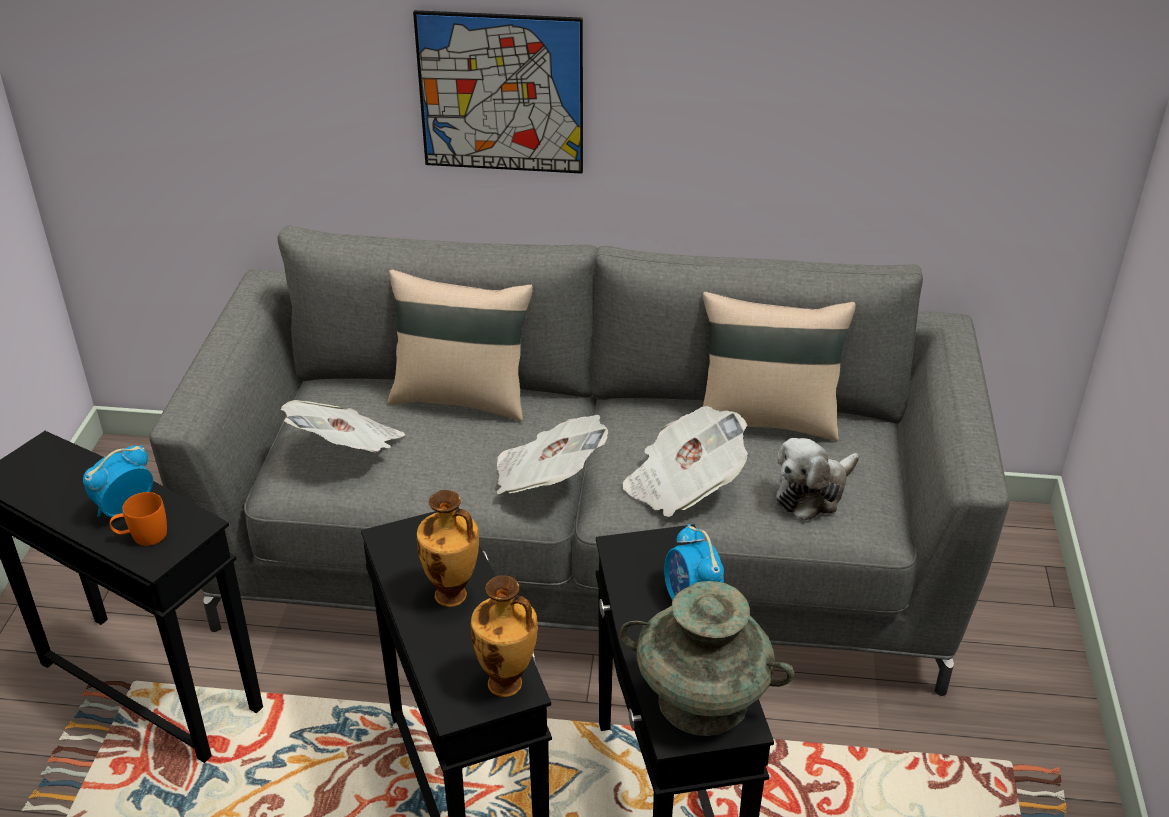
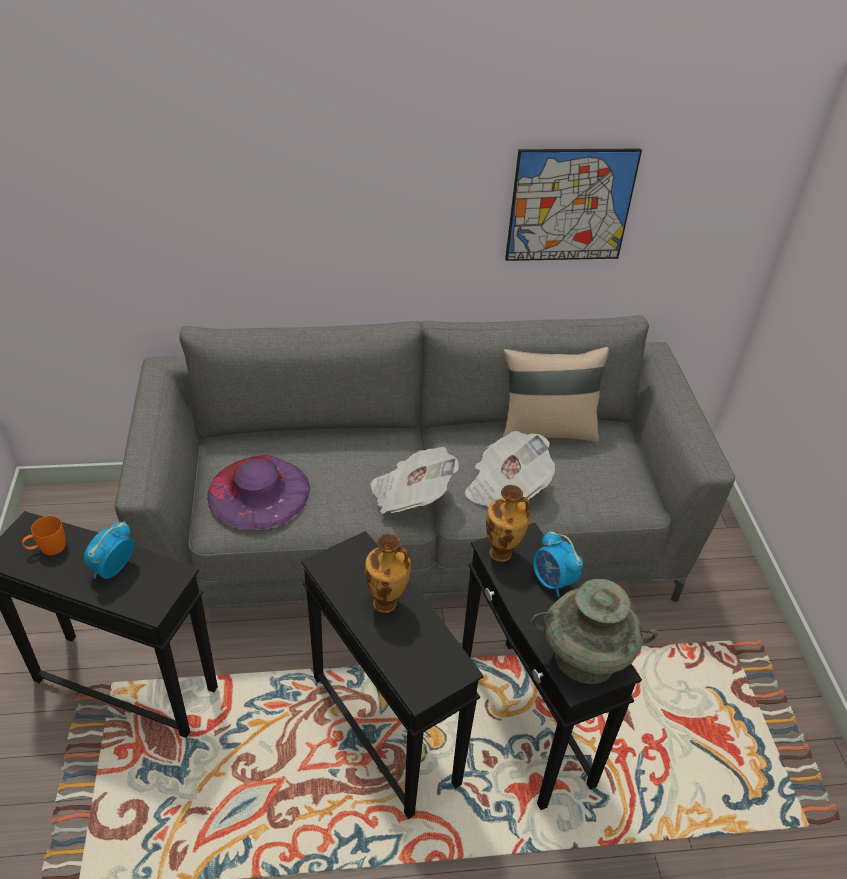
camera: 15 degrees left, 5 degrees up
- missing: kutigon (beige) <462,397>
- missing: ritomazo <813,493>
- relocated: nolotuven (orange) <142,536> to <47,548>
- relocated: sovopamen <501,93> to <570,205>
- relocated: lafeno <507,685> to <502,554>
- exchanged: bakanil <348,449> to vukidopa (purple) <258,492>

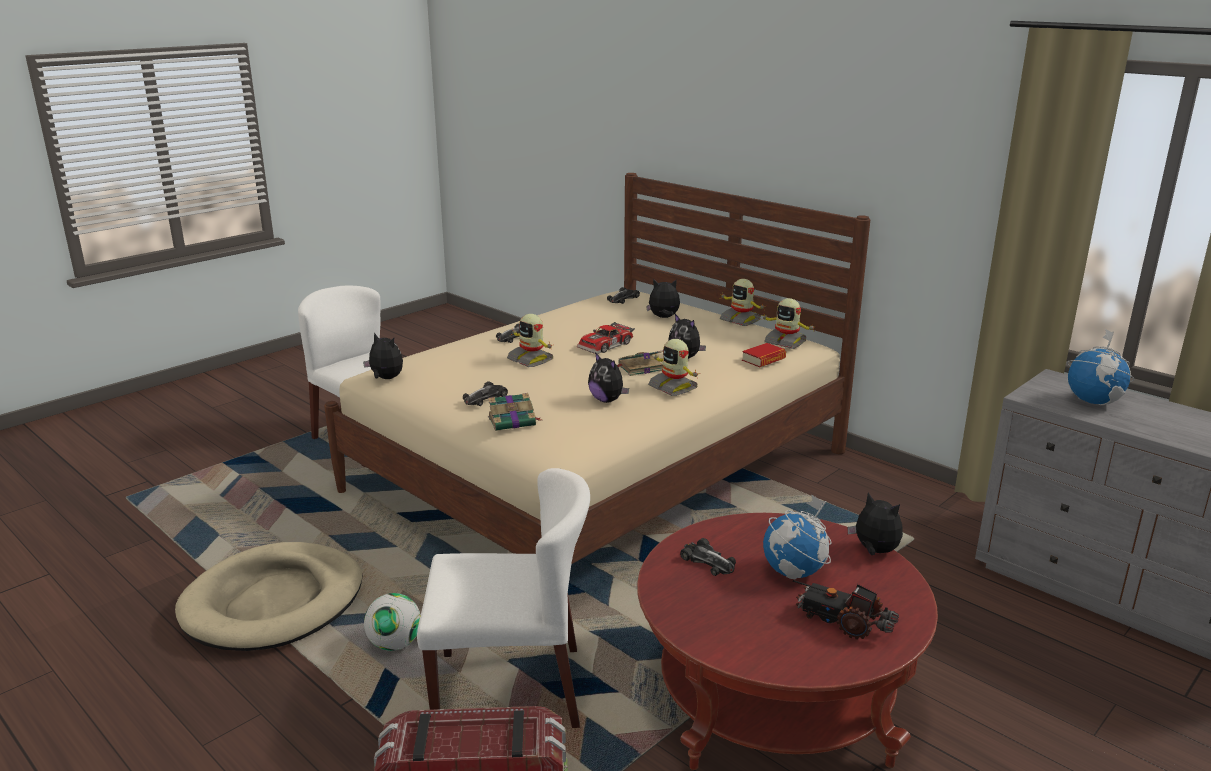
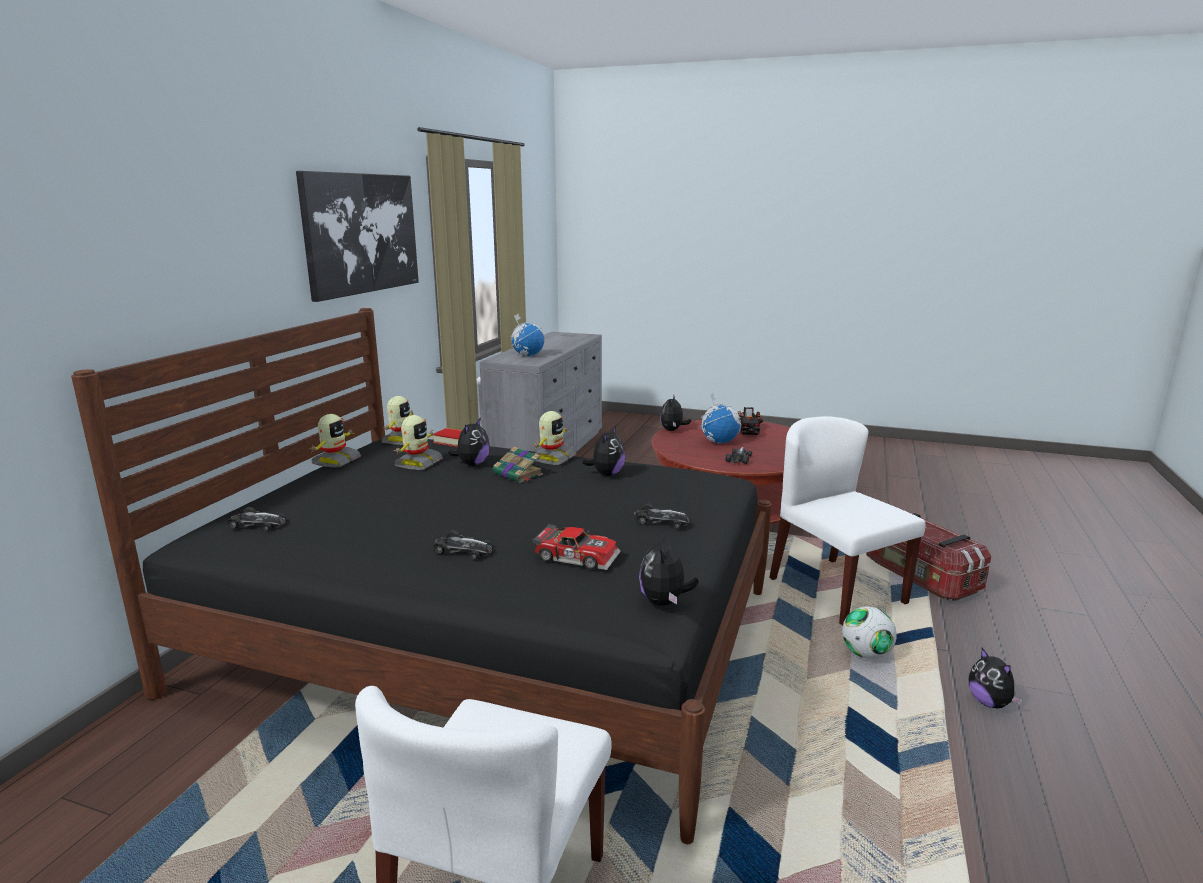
camera: 115 degrees left, 5 degrees down
- missing: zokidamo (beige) <274,602>
- missing: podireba <513,421>
- appeared: sovopamen <361,233>
- relocated: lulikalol <531,359> to <417,463>
- relocated: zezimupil <607,346> to <577,556>
- relocated: ritomazo <664,318> to <989,703>
- colour: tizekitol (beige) <599,471> to tizekitol (black) <491,638>

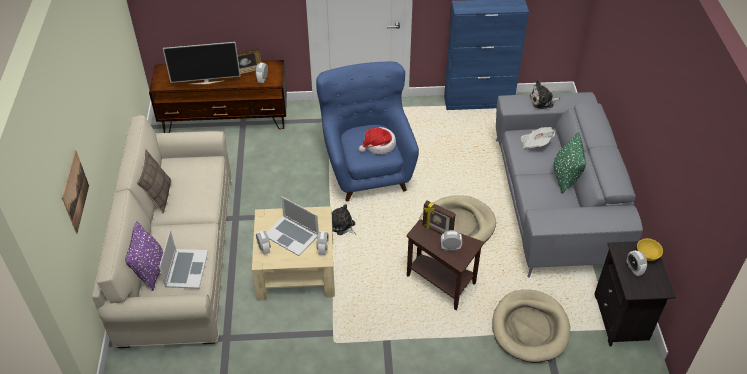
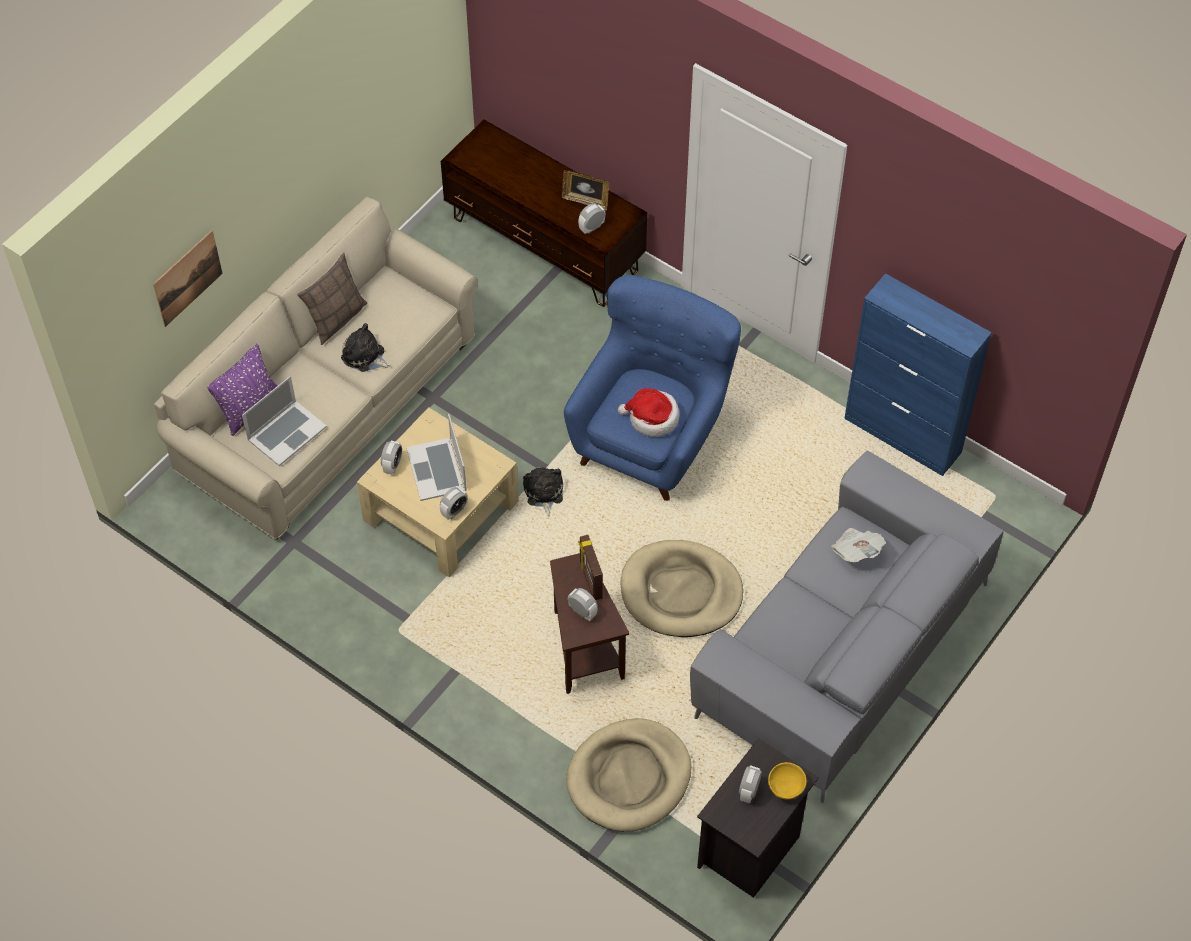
camera: 40 degrees right, 10 degrees up
- missing: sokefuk <206,82>
- missing: kutigon (green) <565,177>
- relocated: ritomazo <543,101> to <365,356>

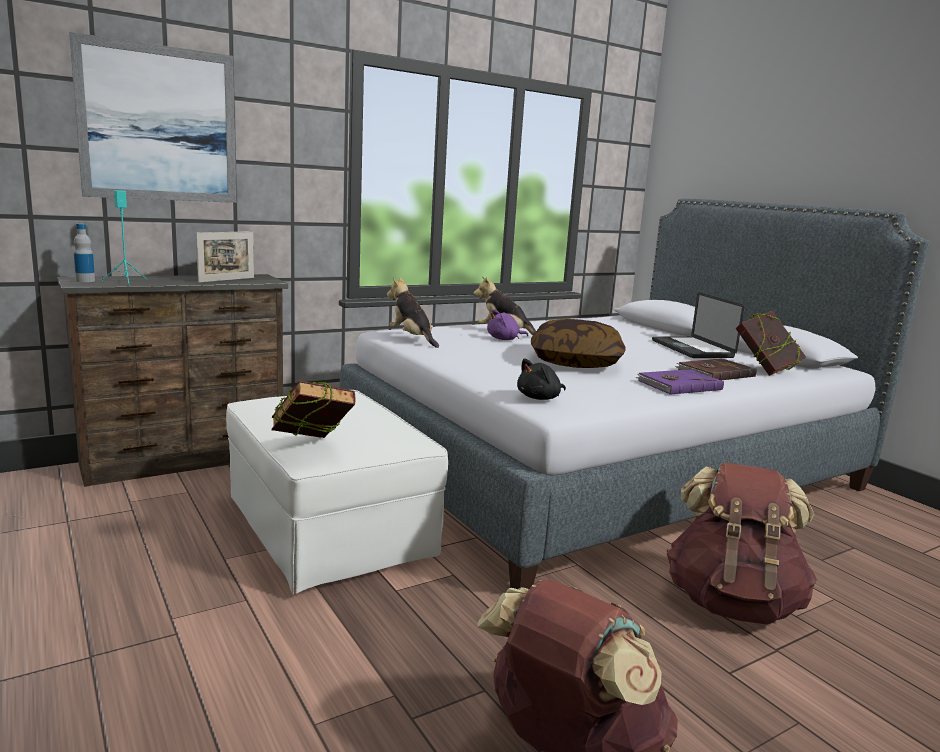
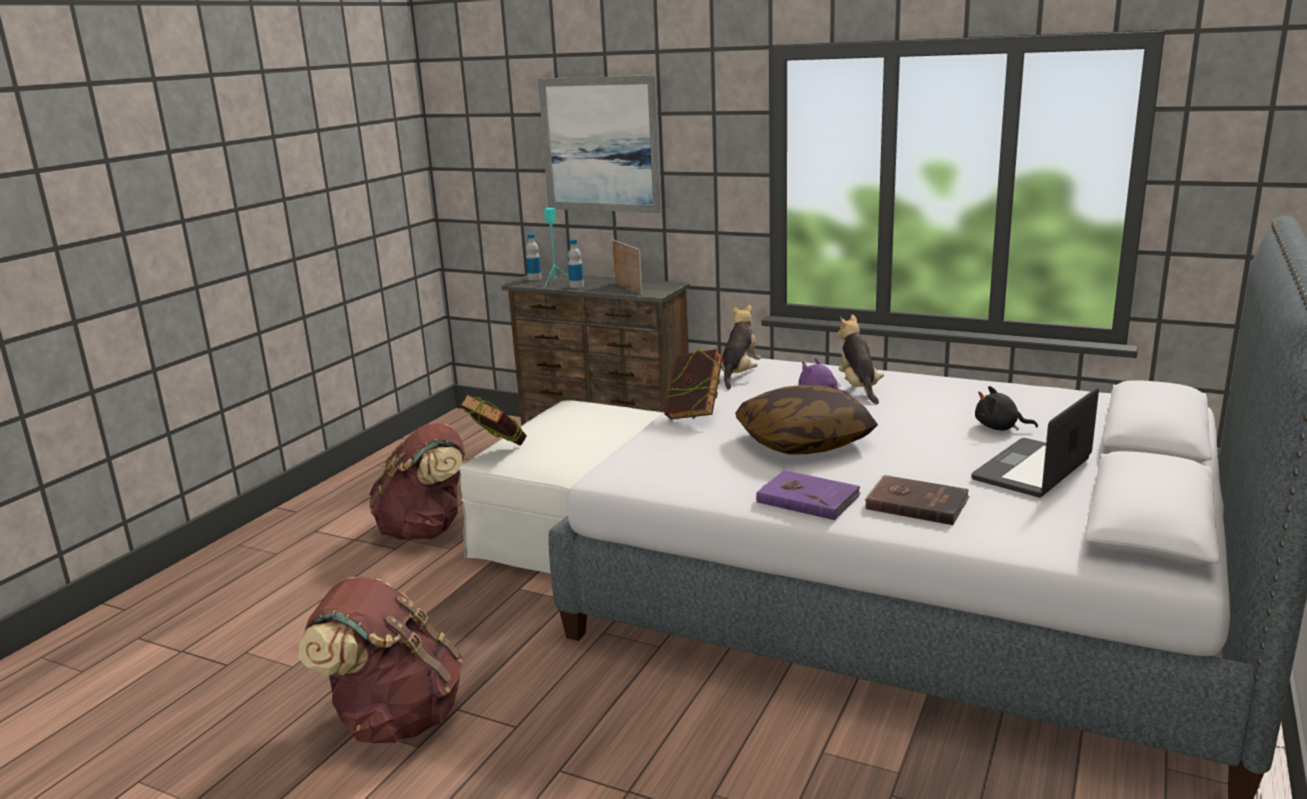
camera: 60 degrees right, 5 degrees up
- appeared: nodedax <576,286>
- relocated: ritomazo (black) <540,398> to <999,428>
- relocated: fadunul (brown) <732,603> to <426,530>
- relocated: podireba <765,370> to <694,415>
- spun: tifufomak <227,280> = <628,288> 120 degrees counterclockwise

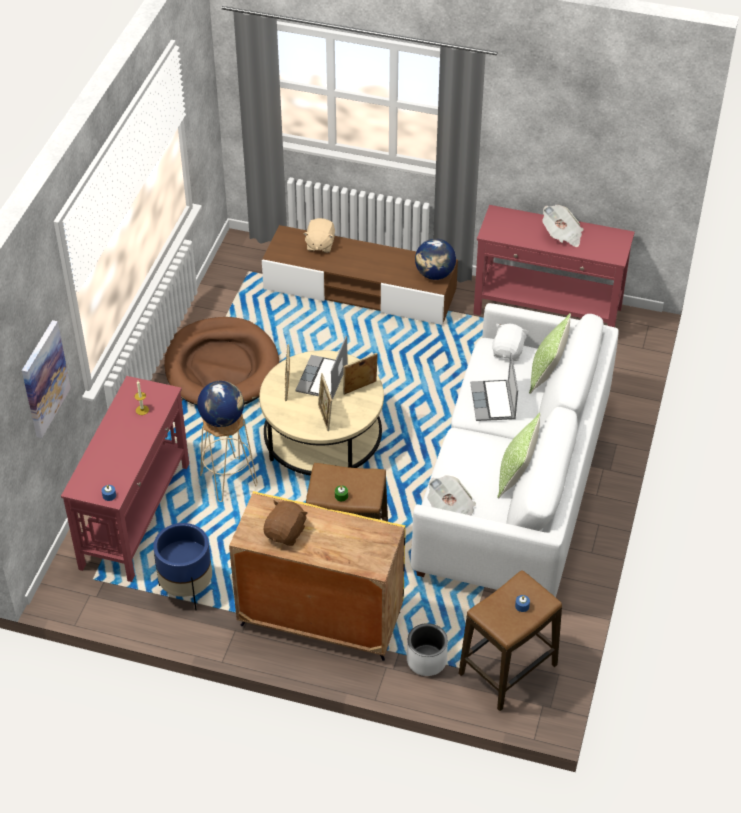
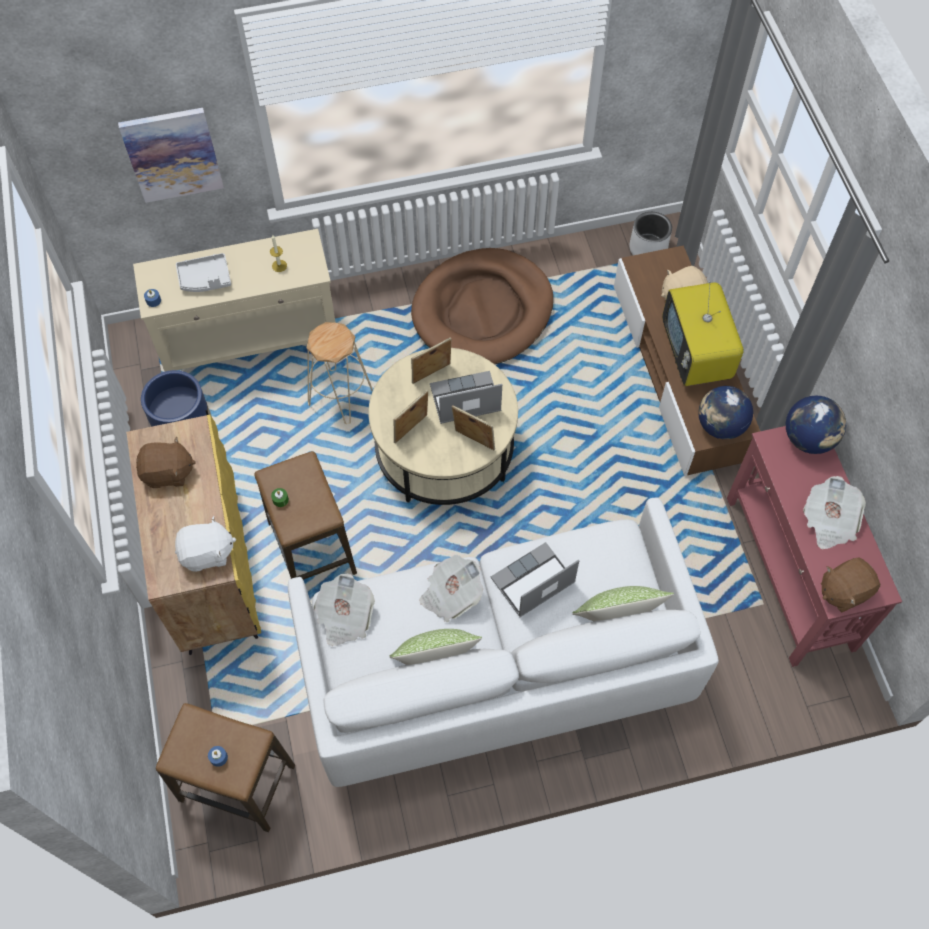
camera: 60 degrees right, 15 degrees up
- appeared: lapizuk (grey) <205,279>
- appeared: bakanil <450,594>
- appeared: sokefuk <695,355>
- appeared: ritomazo (brown) <843,591>
- relocated: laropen <222,419> to <808,439>
- relocated: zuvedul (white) <426,660> to <647,248>
- relocated: ritomazo (white) <508,351> to <207,554>
- colour: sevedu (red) <136,515> to sevedu (beige) <253,346>

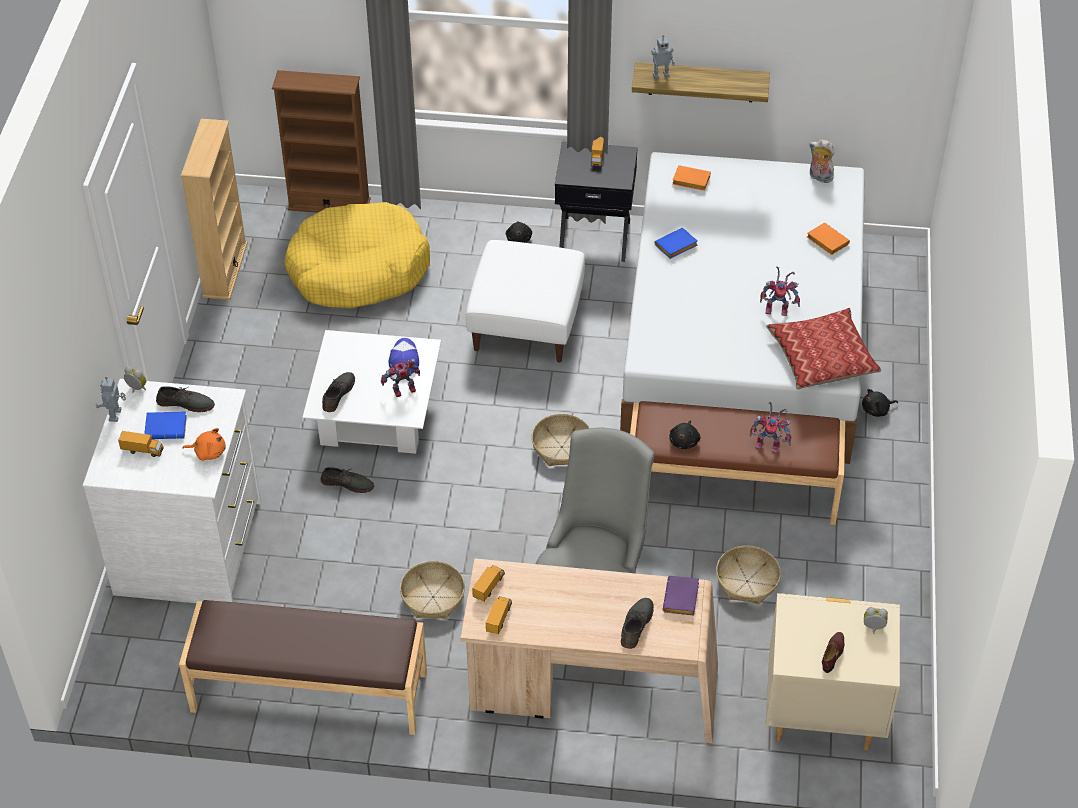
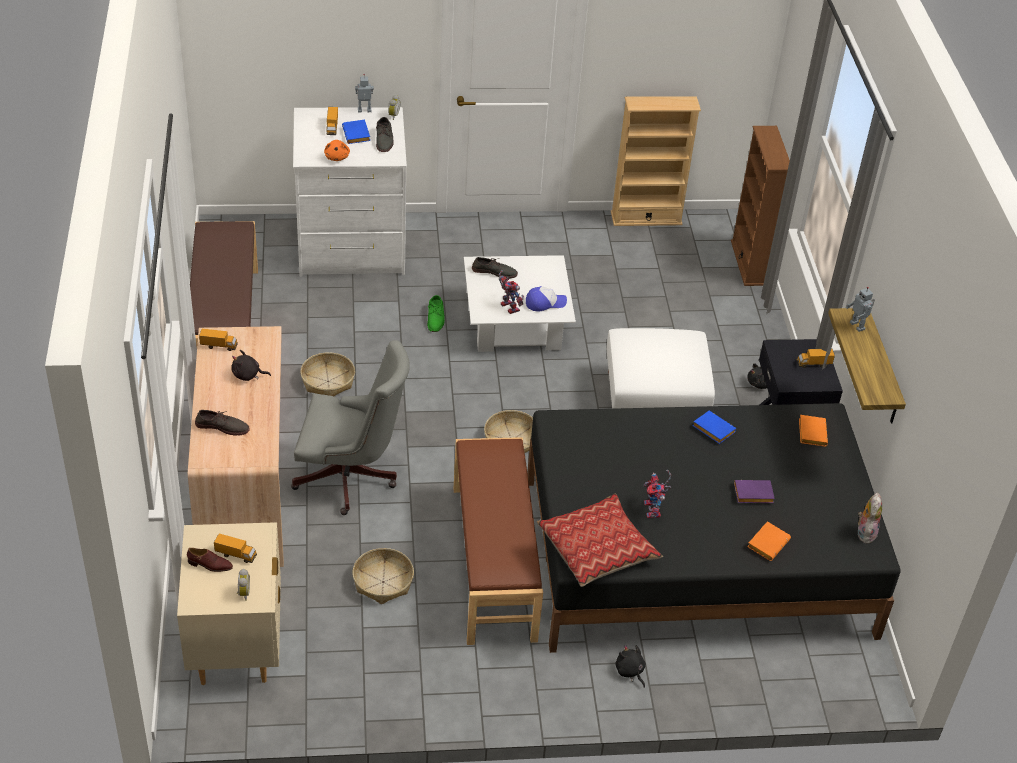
camera: 75 degrees right, 5 degrees down
- missing: zokidamo (yellow) <358,269>
- missing: lulikalol <770,444>
- relocated: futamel <489,587> to <236,555>
- relocated: podireba (purple) <682,599> to <752,495>
- relocated: ritomazo (black) <684,441> to <248,375>
- colour: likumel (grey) <347,483> to likumel (green) <436,318>
- colour: tizekitol (white) <743,335> to tizekitol (black) <696,556>

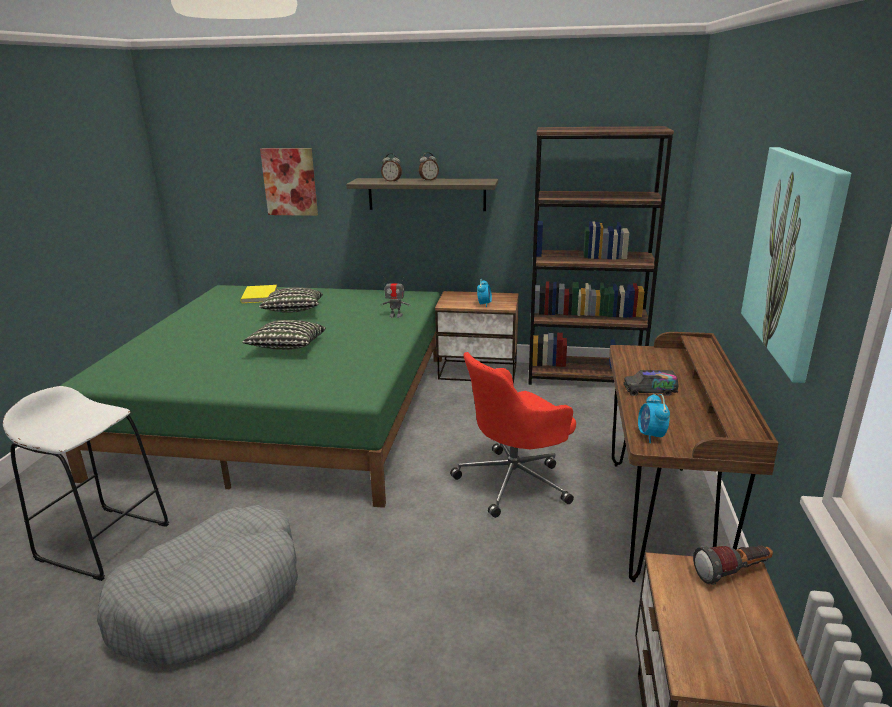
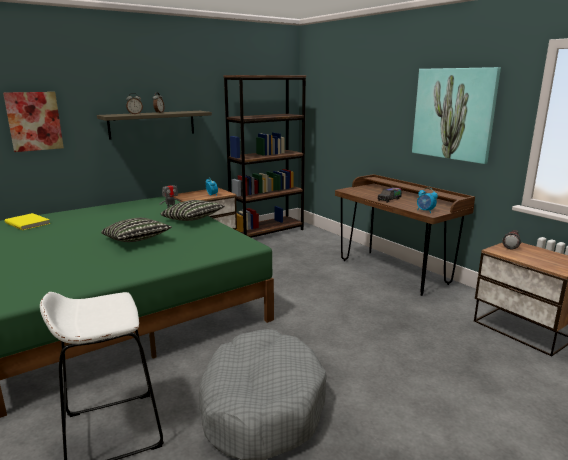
camera: 45 degrees left, 5 degrees down
- missing: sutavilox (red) <515,481>
- relocated: kutigon <293,312> to <193,220>

